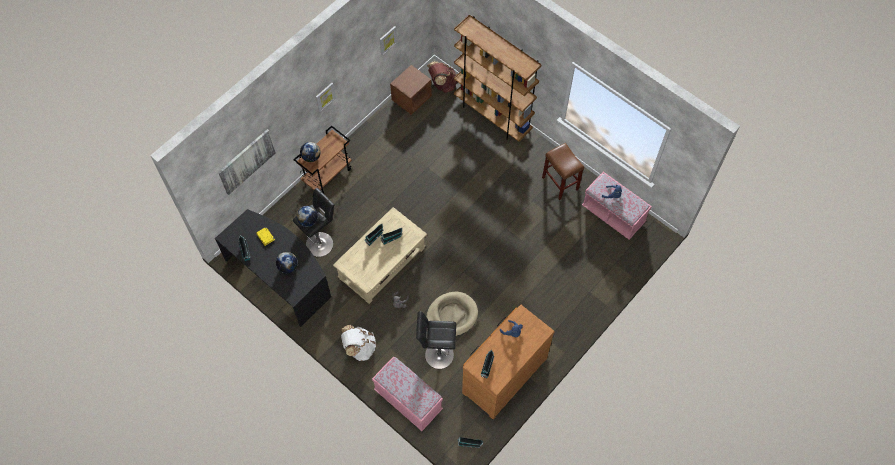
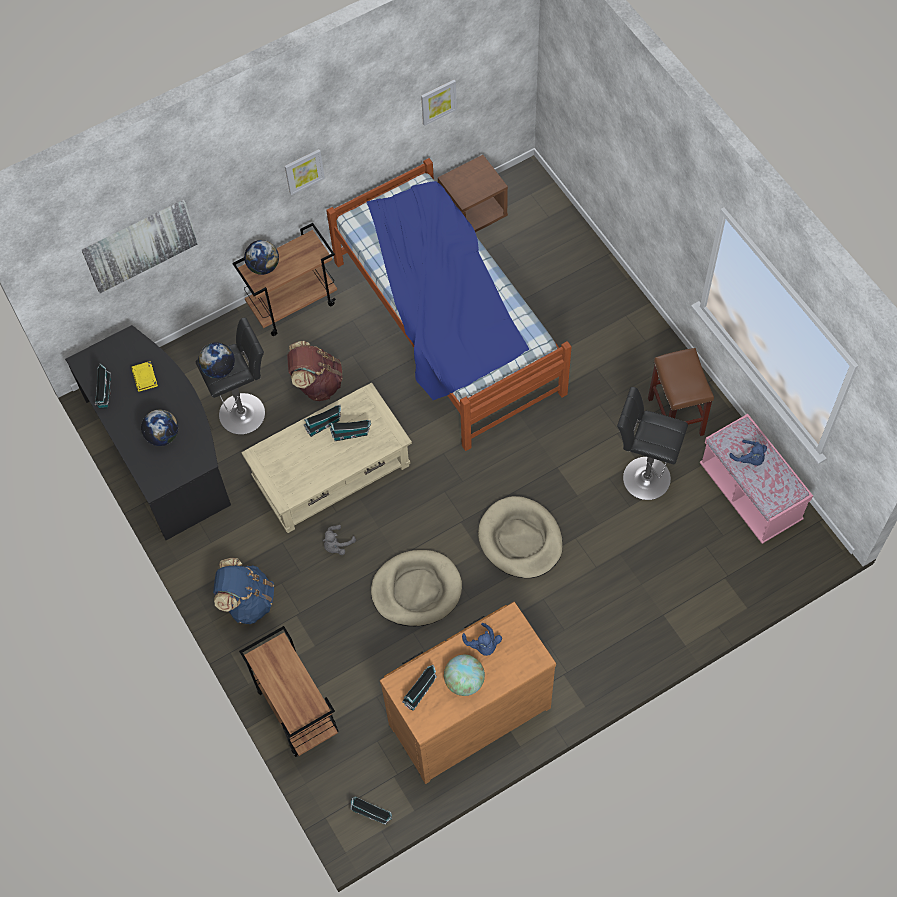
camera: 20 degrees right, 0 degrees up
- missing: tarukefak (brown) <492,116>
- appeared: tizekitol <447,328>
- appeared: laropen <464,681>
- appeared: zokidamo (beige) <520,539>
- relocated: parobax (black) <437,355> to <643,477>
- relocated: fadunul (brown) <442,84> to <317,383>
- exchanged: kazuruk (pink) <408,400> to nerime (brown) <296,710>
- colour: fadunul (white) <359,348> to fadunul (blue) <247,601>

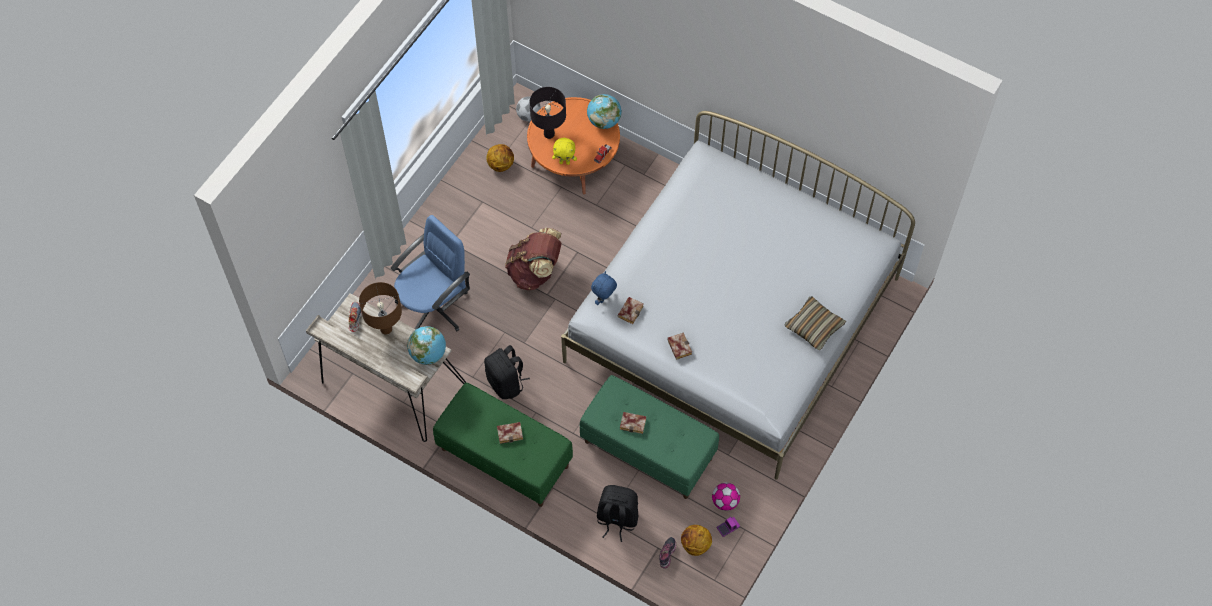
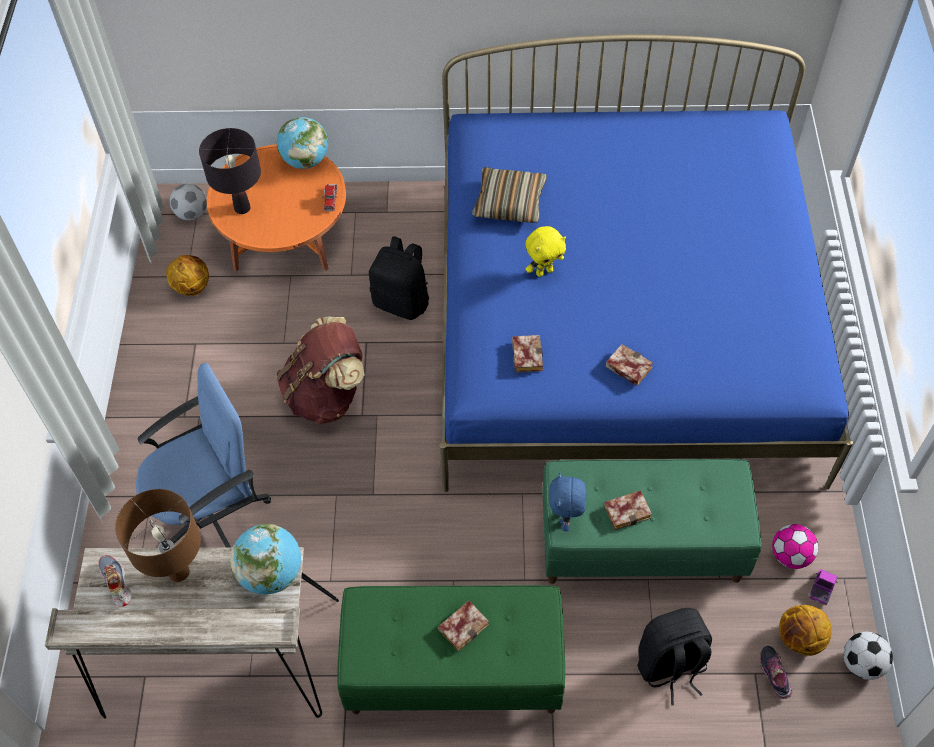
camera: 30 degrees left, 5 degrees down
- appeared: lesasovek <862,663>
- relocated: fadunul (black) <506,383> to <402,302>
- relocated: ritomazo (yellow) <564,162> to <544,271>
- relocated: ritomazo (blue) <604,299> to <566,518>
- relocated: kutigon <814,327> to <509,202>
- colour: tizekitol (white) <733,319> to tizekitol (blue) <622,323>
- spun: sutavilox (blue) <434,306> = <212,514> 45 degrees clockwise

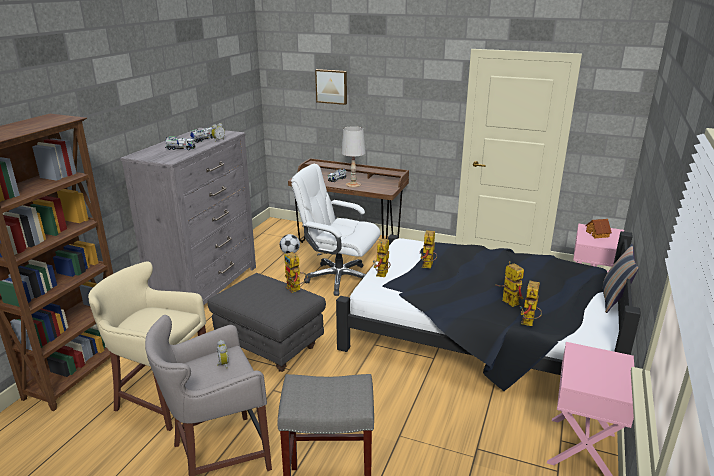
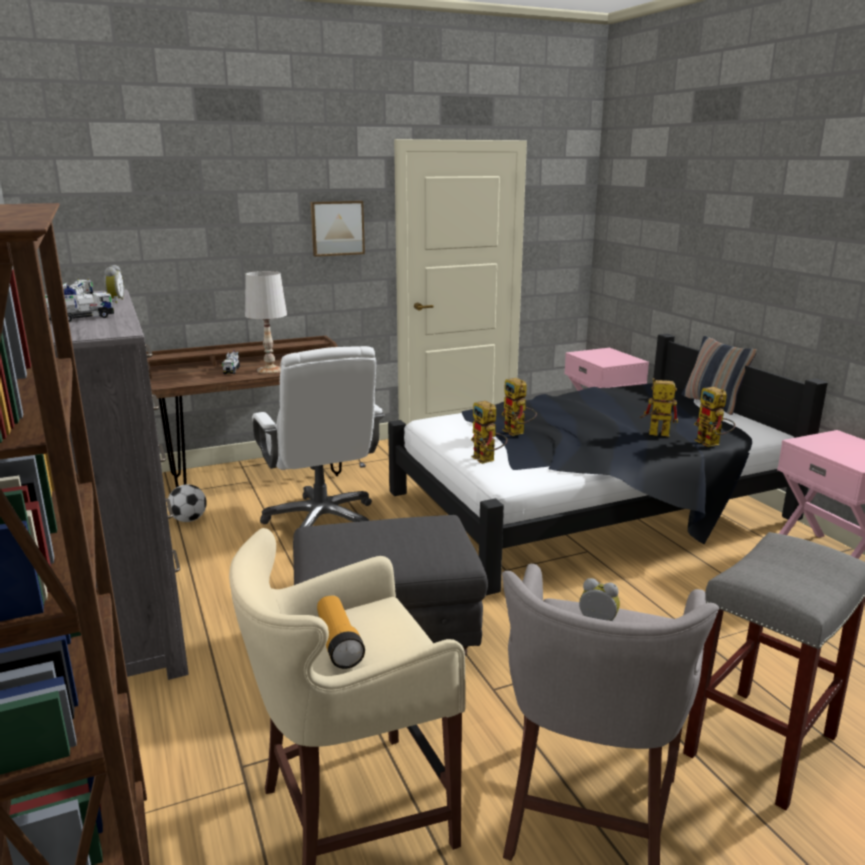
camera: 45 degrees left, 5 degrees down
- missing: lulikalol <296,289>
- missing: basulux <597,234>
- appeared: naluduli <338,643>
- relocated: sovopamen <332,86> to <337,228>
- spun: sutavilox (white) <338,278> = <322,521> 90 degrees counterclockwise

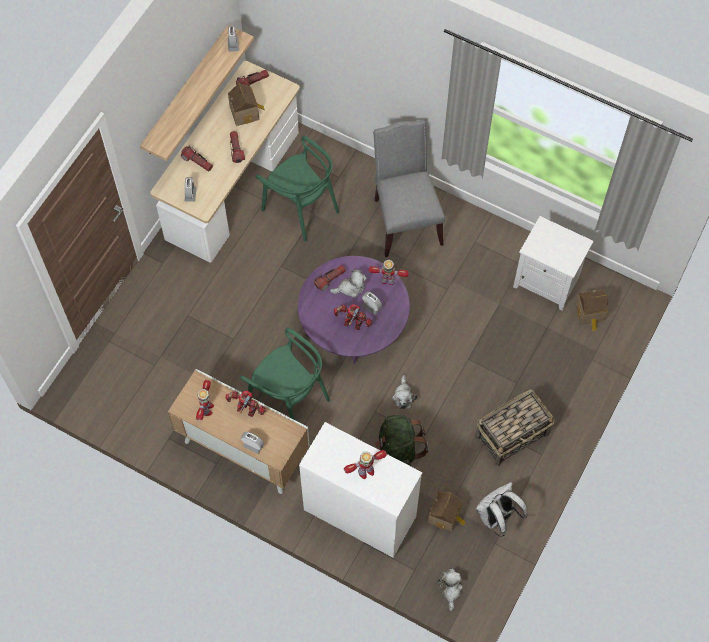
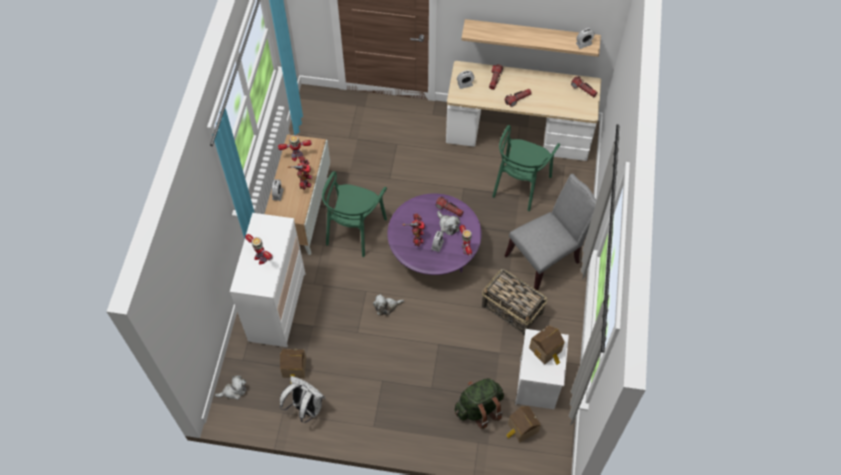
camera: 70 degrees right, 5 degrees down
- relocated: basulux <246,112> to <546,350>
- relocated: fadunul (green) <398,450> to <479,408>
- relocated: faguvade <512,435> to <512,310>

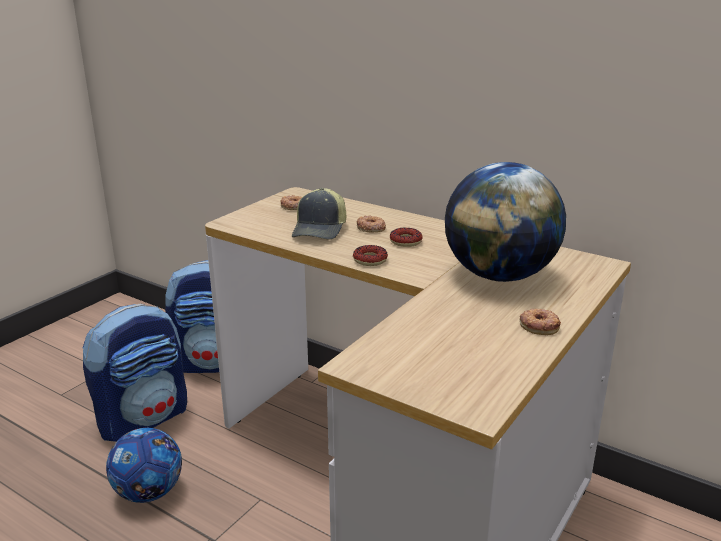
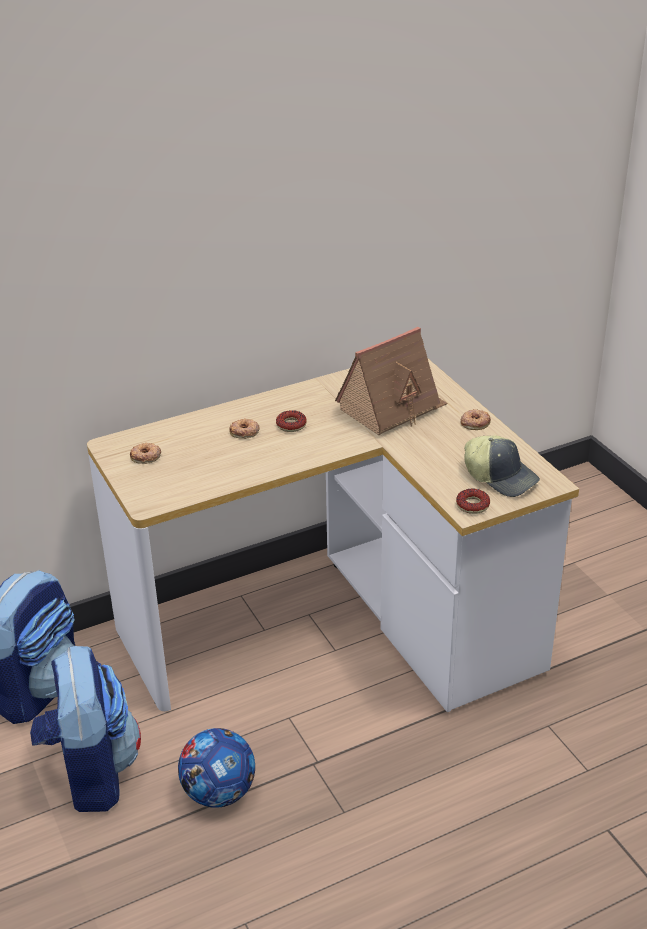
camera: 60 degrees left, 10 degrees up
- relocated: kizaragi <320,230> to <501,477>
- relocated: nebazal <370,260> to <472,505>
- exchanged: laropen <500,275> to basulux <391,408>

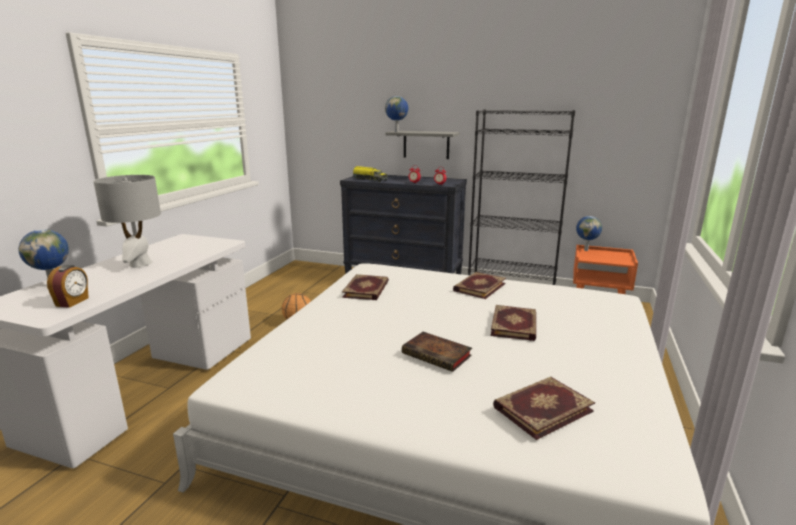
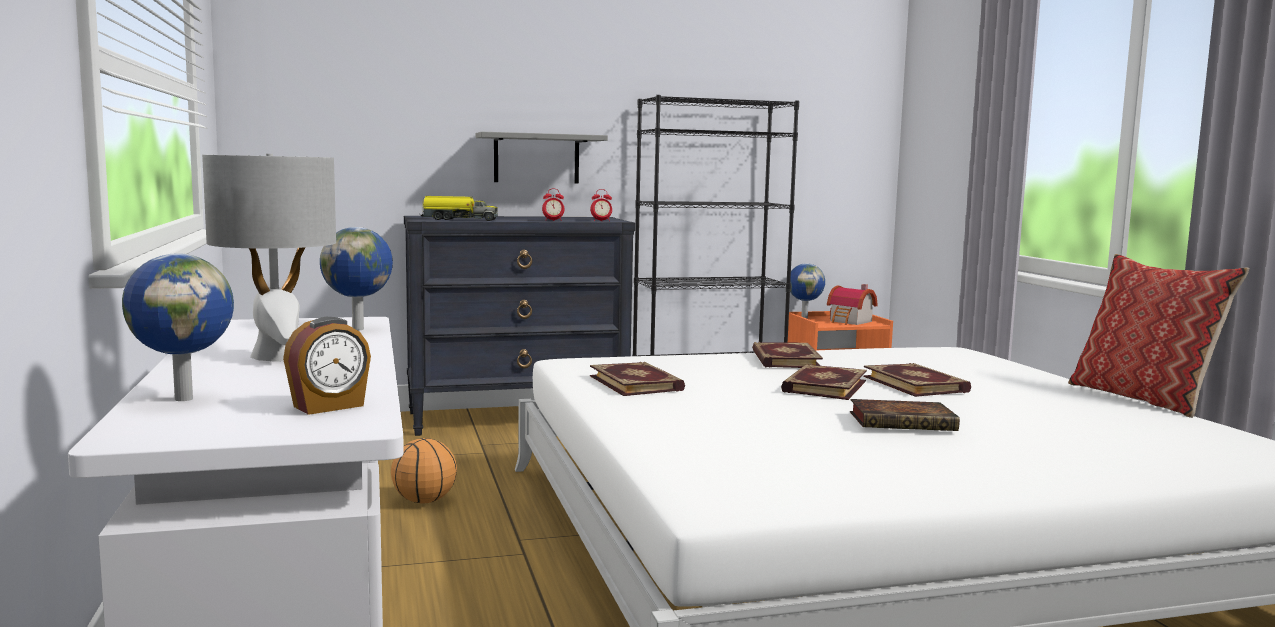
camera: 35 degrees left, 10 degrees down
- appeared: basulux <850,321>
- appeared: kutigon <1144,398>
- relocated: laropen <397,131> to <359,329>
- relocated: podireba <541,408> to <823,386>
- spun: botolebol <73,302> = <329,406> 75 degrees clockwise

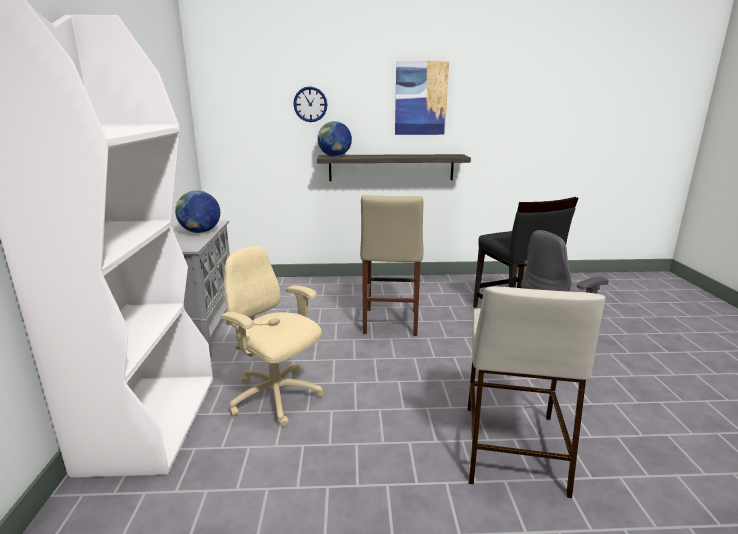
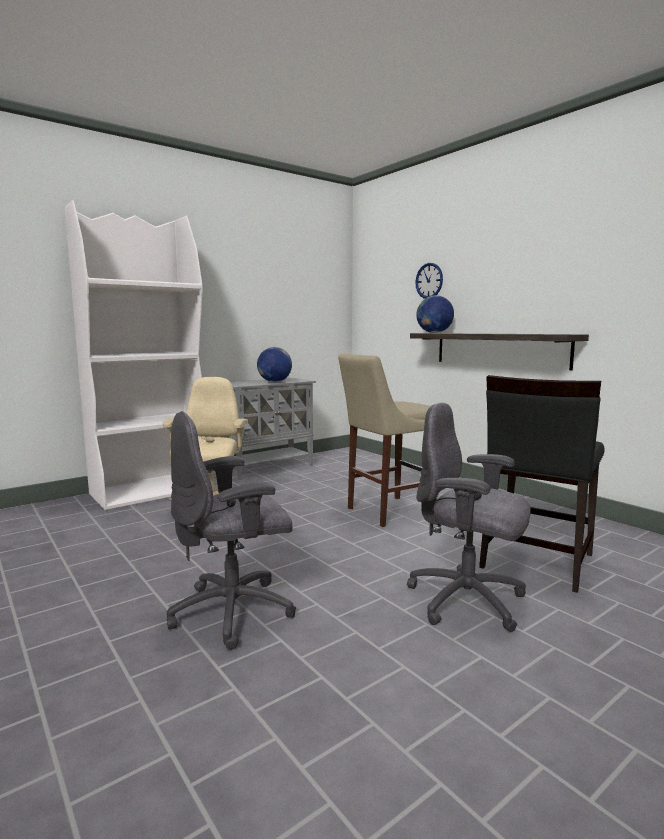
camera: 55 degrees right, 10 degrees down
- missing: sovopamen <421,98>
- exchanged: parobax (beige) <512,446> to sutavilox (grey) <234,611>

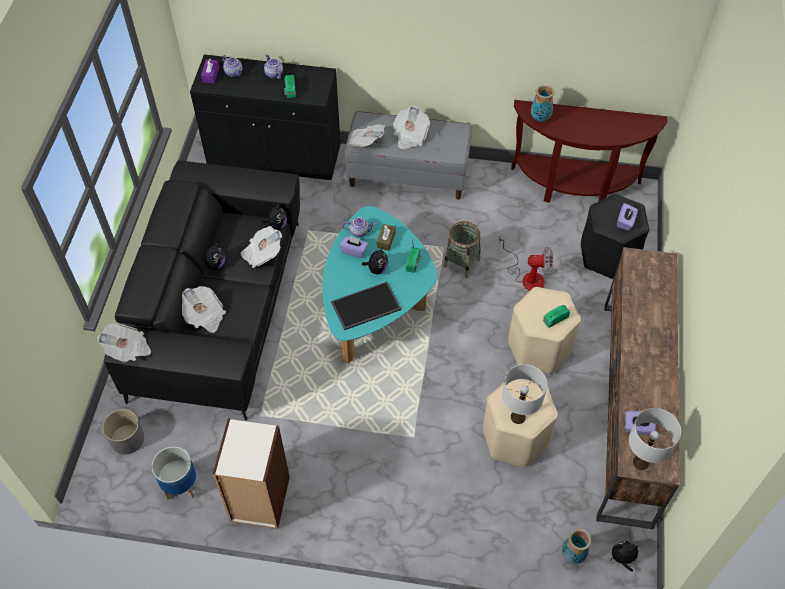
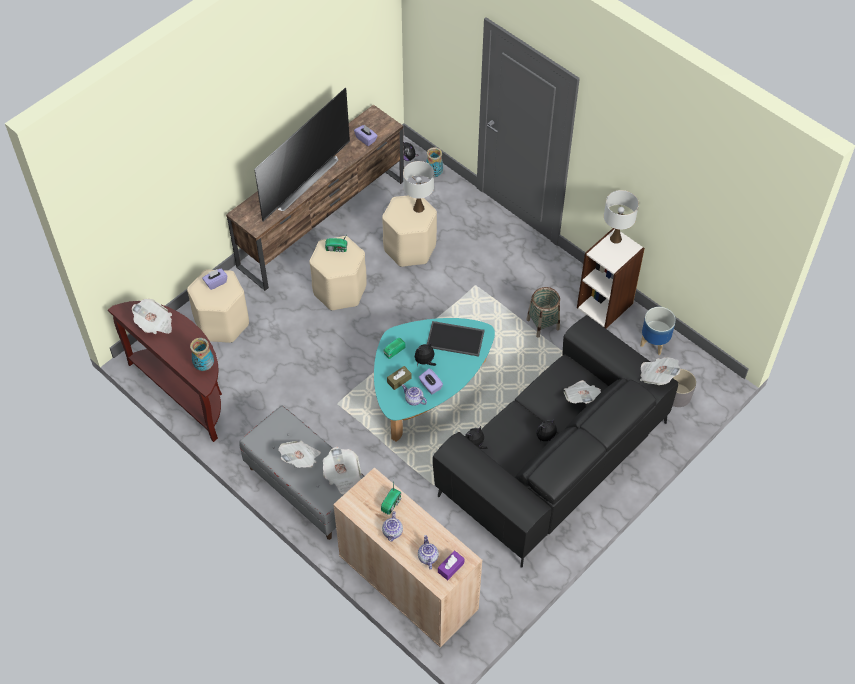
camera: 145 degrees left, 0 degrees up
- missing: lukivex <527,276>
- appeared: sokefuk <303,180>
- relocated: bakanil <262,253> to <155,324>
- relocated: faguvade <461,263> to <542,324>
- relocated: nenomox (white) <640,462> to <616,239>
- colour: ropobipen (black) <274,156> to ropobipen (beige) <408,583>
- colour: parobax (black) <608,255> to parobax (beige) <222,322>

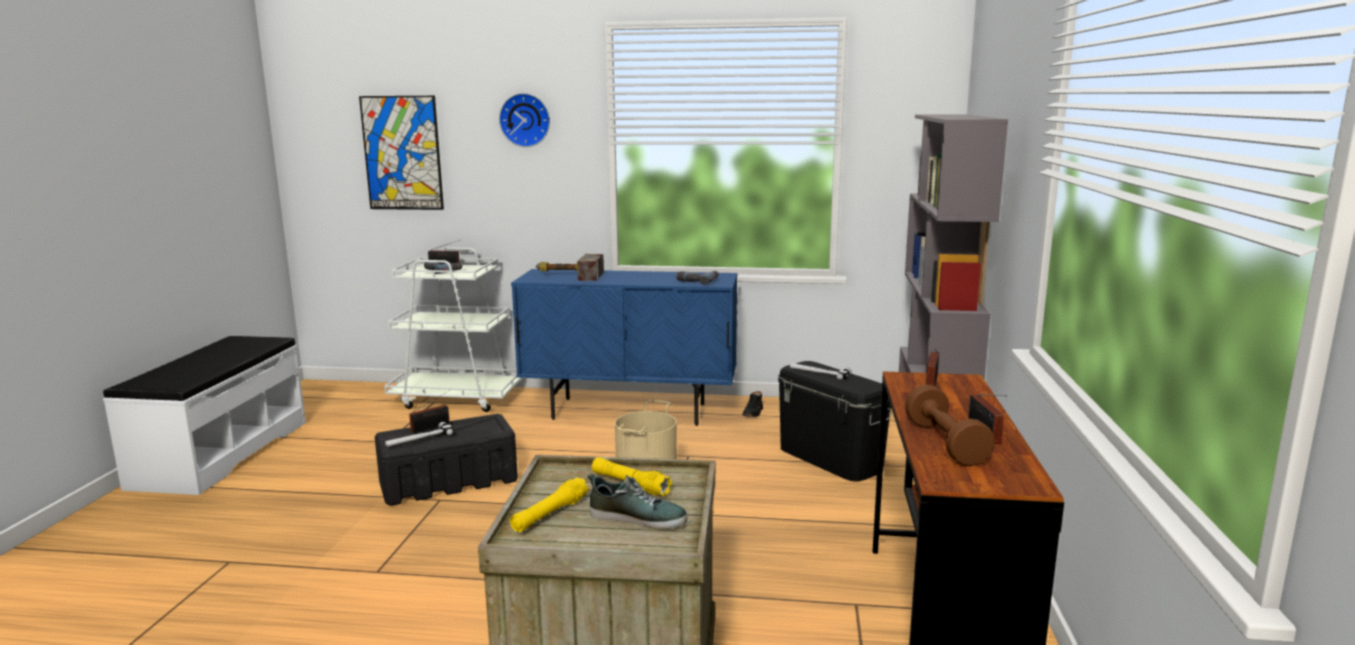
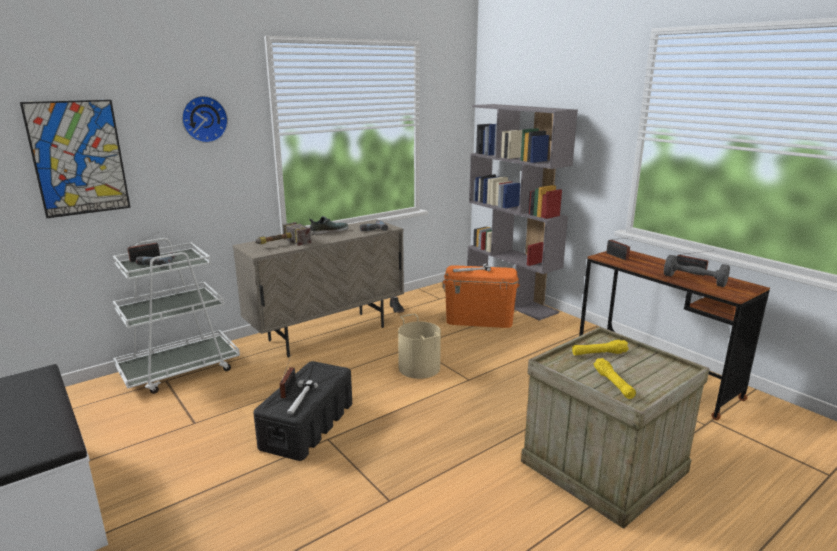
camera: 45 degrees left, 5 degrees up
- relocated: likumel <637,517> to <329,231>
- colour: ropobipen (blue) <630,412> to ropobipen (beige) <328,334>
- colour: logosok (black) <830,458> to logosok (orange) <479,320>
- colour: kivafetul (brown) <945,443> to kivafetul (grey) <694,280>

